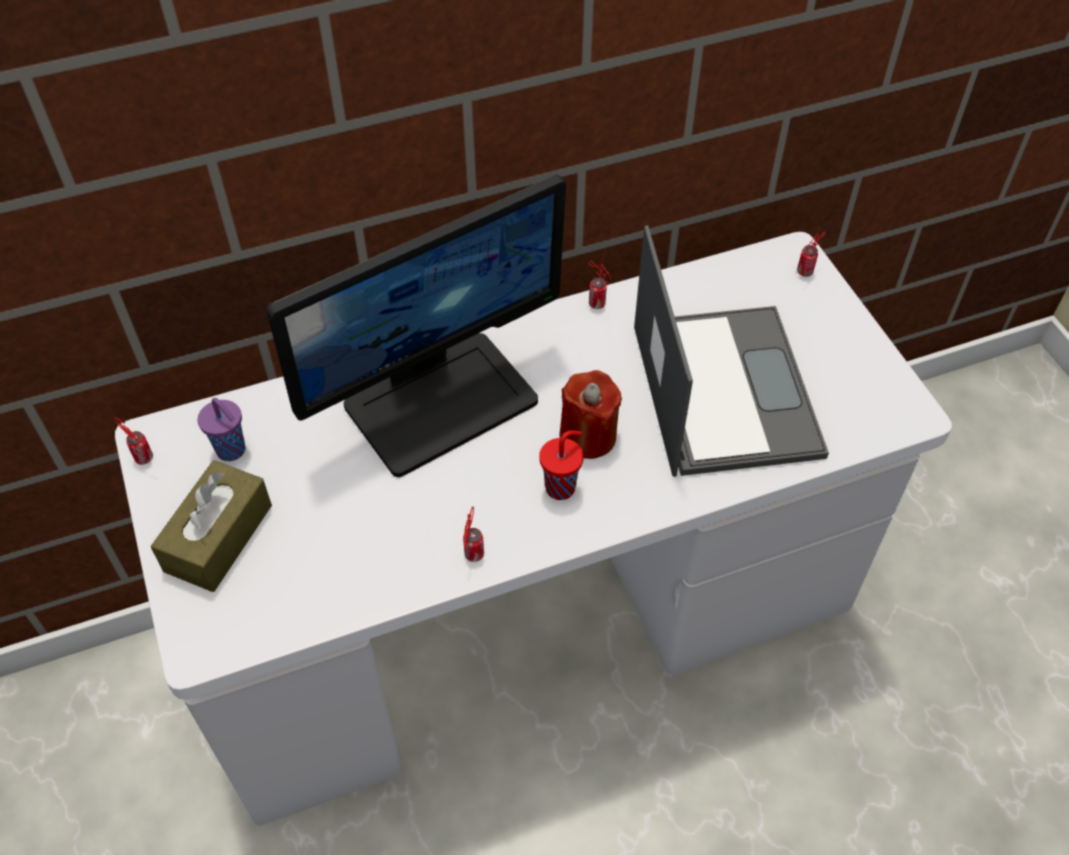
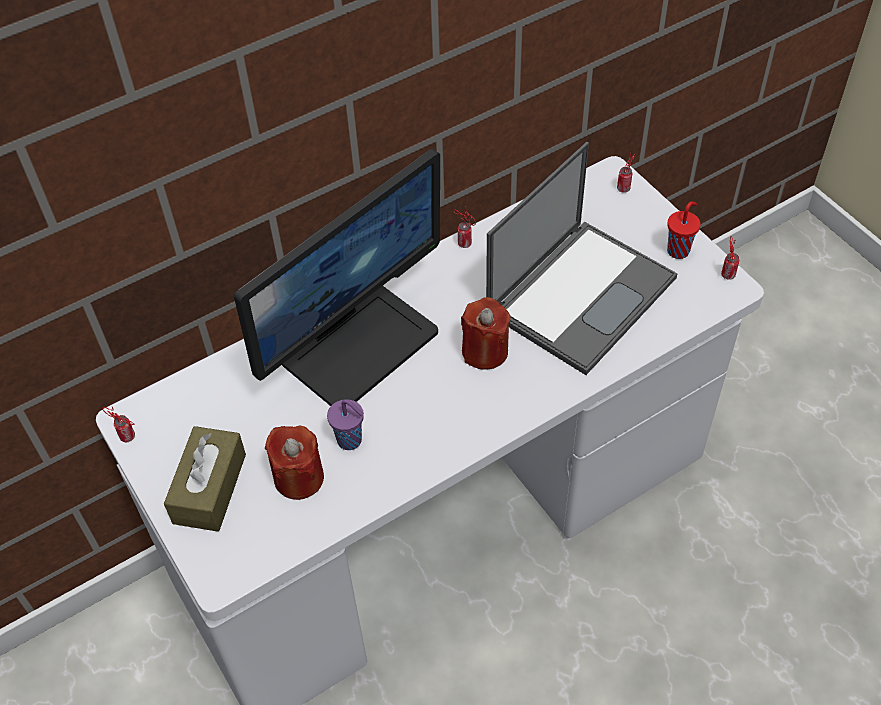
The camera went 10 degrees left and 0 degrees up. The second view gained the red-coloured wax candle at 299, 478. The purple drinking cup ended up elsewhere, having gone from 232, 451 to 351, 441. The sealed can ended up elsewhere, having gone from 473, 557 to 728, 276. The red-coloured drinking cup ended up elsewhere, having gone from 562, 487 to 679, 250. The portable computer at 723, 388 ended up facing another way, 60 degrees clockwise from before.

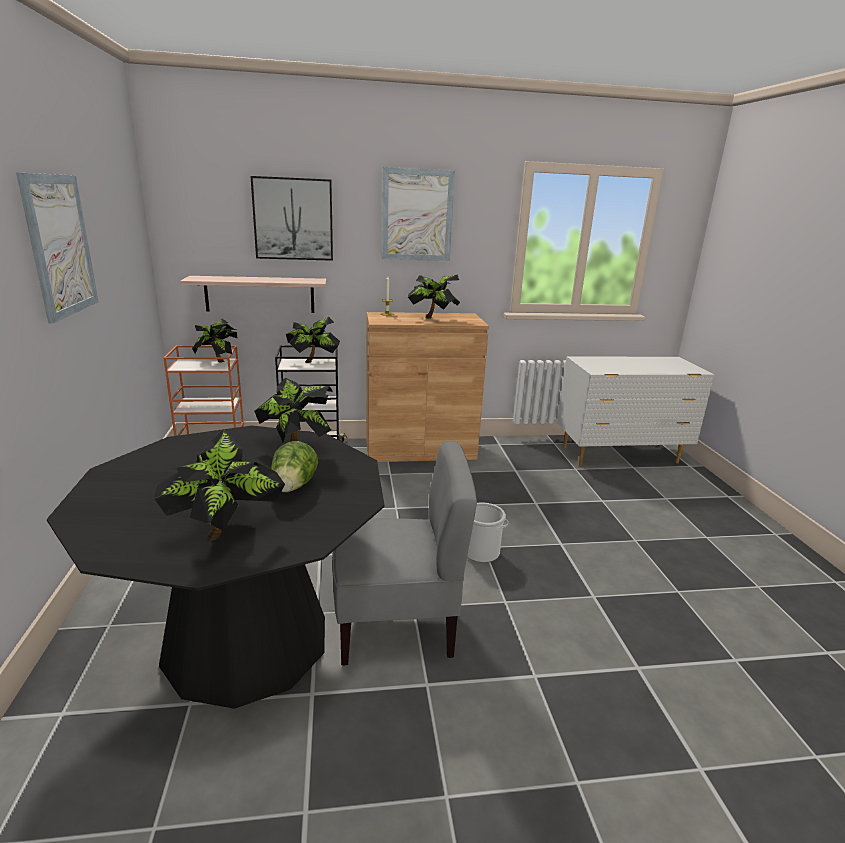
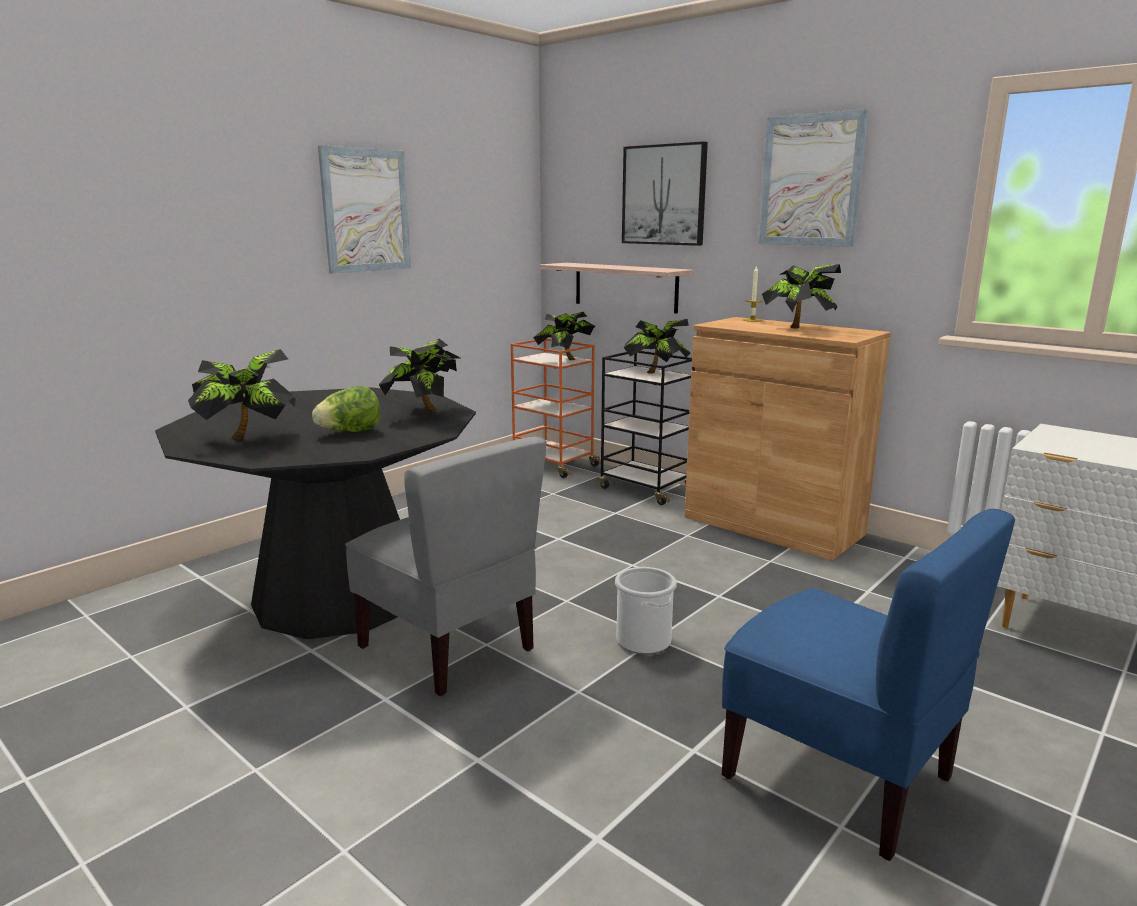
The camera went 50 degrees right and 5 degrees down. The second view gained the blue-coloured upright chair at 839, 776.

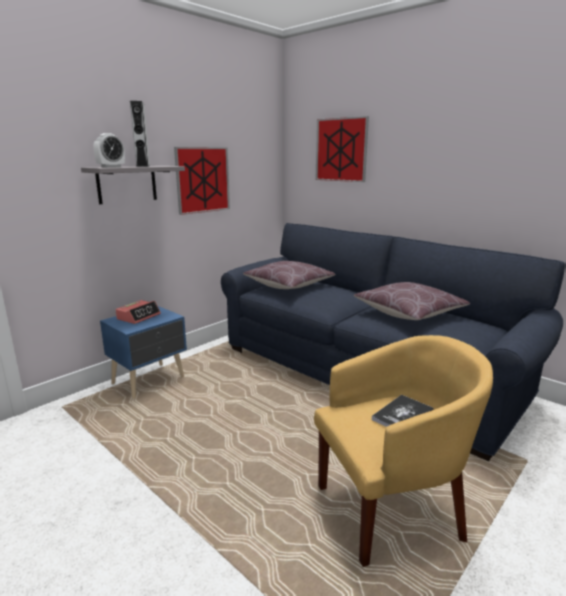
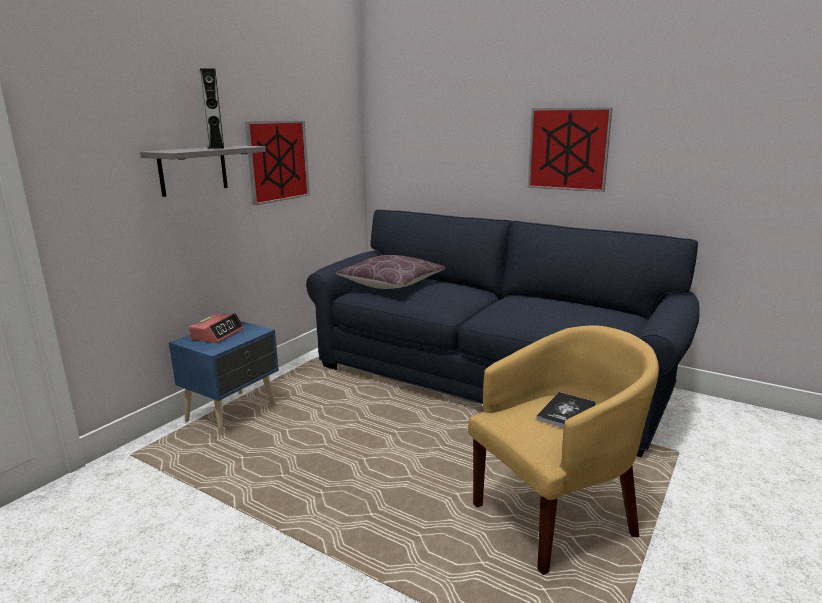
The camera went 10 degrees left and 0 degrees up. The second view lost the table clock at 111, 167. The second view lost the brownish cushion at 408, 313. The wall art ended up elsewhere, having gone from 341, 150 to 568, 149.

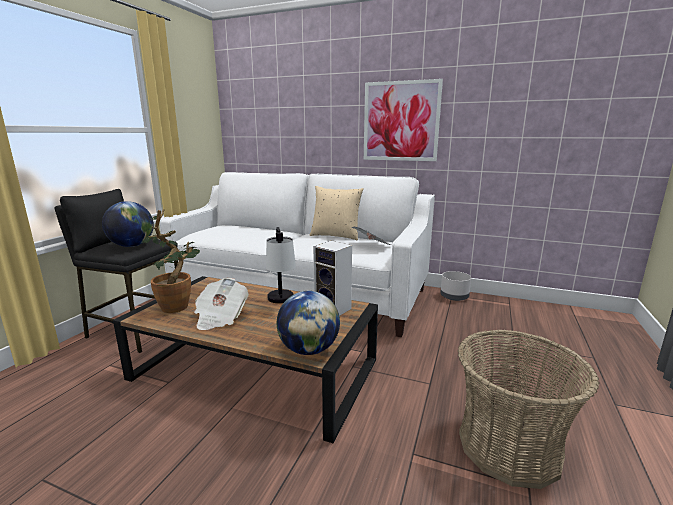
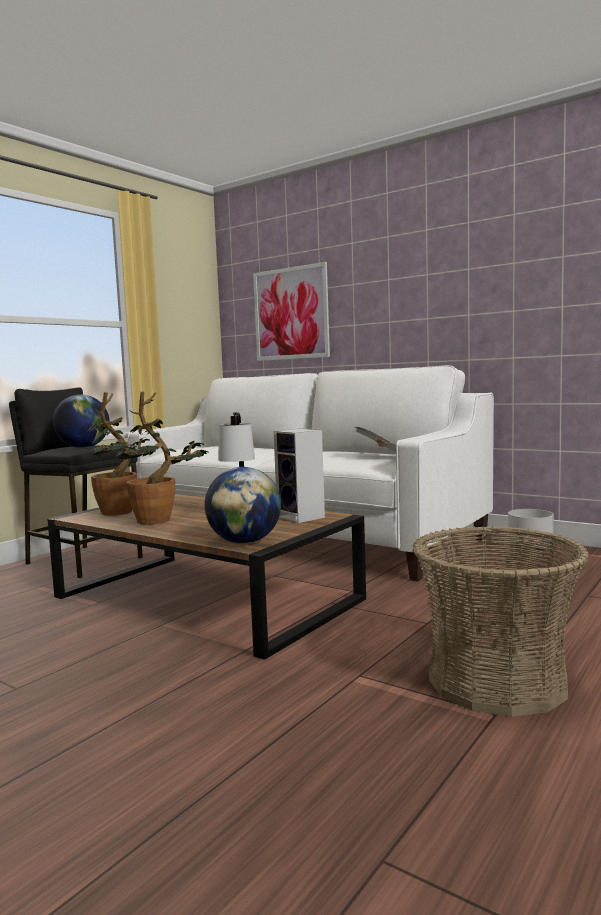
The camera went 15 degrees right and 10 degrees down. The second view lost the sand-coloured cushion at 336, 236. The wall art ended up elsewhere, having gone from 401, 121 to 291, 313. Where the daily paper stood at 220, 317, the potted plant came to stand at 162, 519.

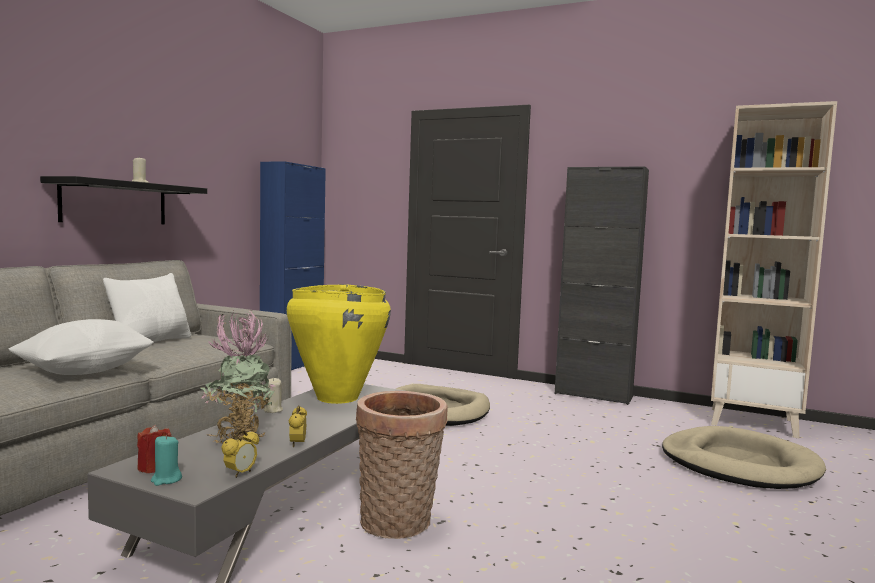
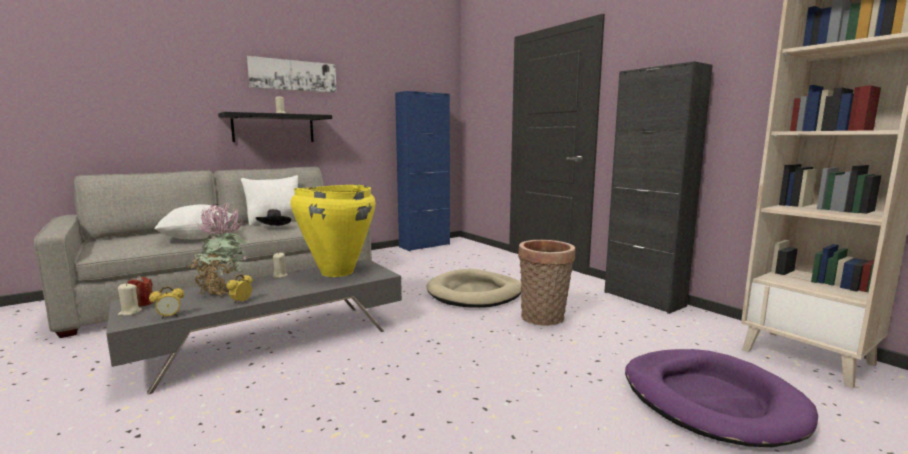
The camera went 30 degrees right and 5 degrees up. The second view gained the wall art at 293, 75. The second view gained the blackish wearable hat at 274, 228. The household basket ended up elsewhere, having gone from 398, 524 to 543, 319. What was the blue-green wax candle at 166, 480 turned into the sand-coloured wax candle at 130, 312. What was the sand-coloured dog bed at 738, 464 turned into the purple dog bed at 711, 400.

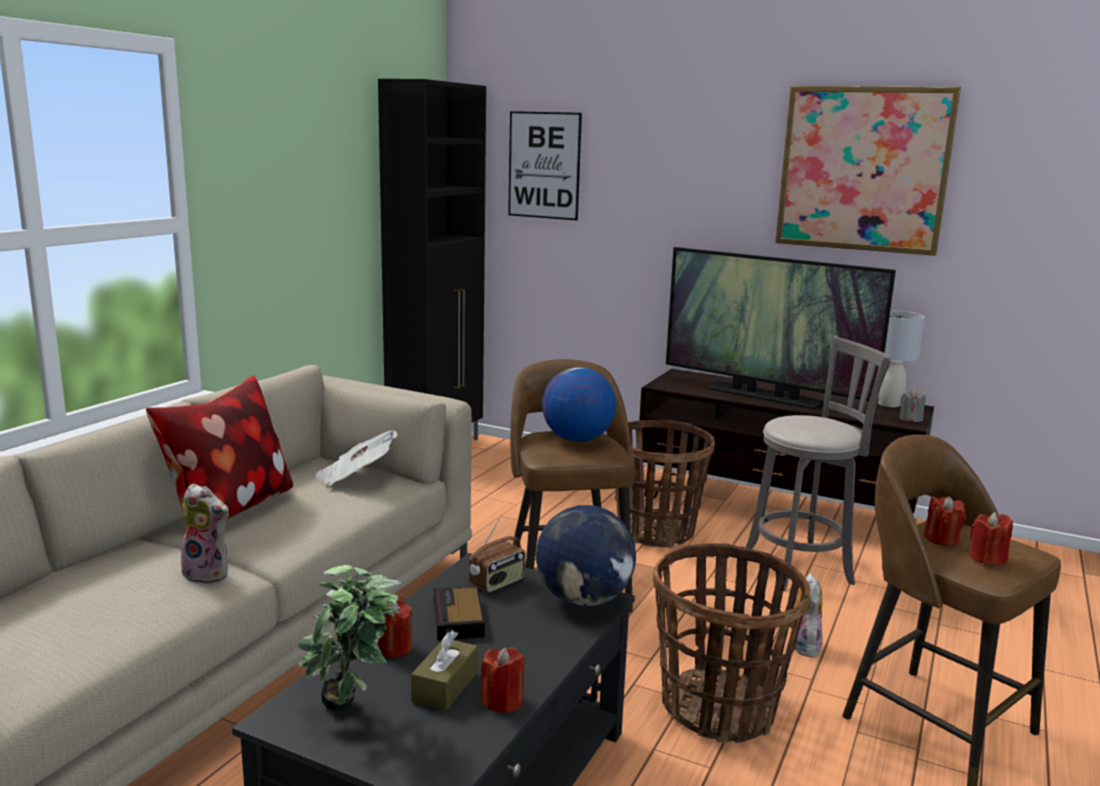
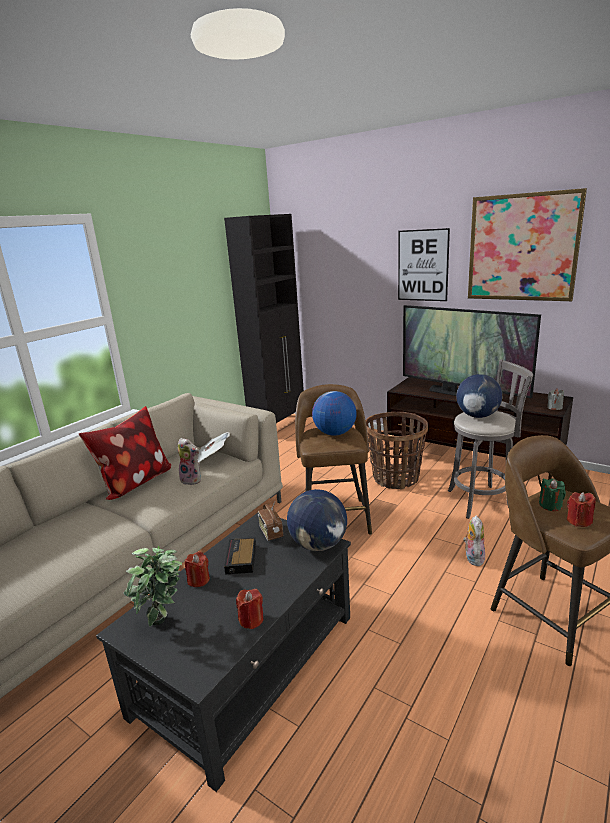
The camera went 10 degrees right and 5 degrees up. The second view lost the brownish tissue box at 445, 687. The second view lost the household basket at 719, 709. The second view lost the gray lamp for a table at 888, 404. The second view gained the world globe at 477, 416. The cuddly toy ended up elsewhere, having gone from 209, 573 to 192, 480. The wall art ended up elsewhere, having gone from 544, 165 to 423, 265. What was the red-coloured wax candle at 941, 539 turned into the green wax candle at 550, 505. The radio receiver at 497, 583 ended up facing another way, 105 degrees clockwise from before.

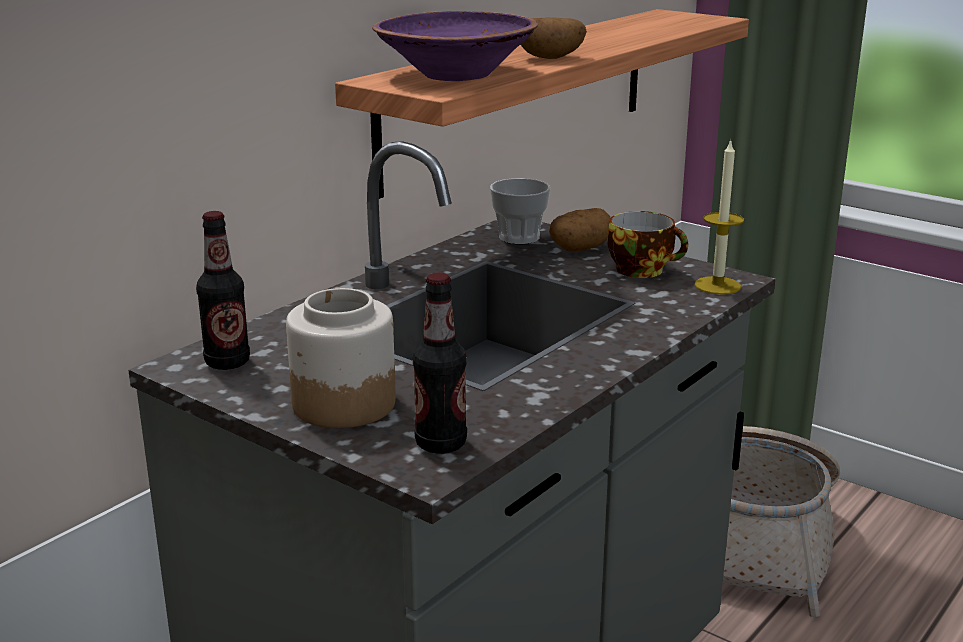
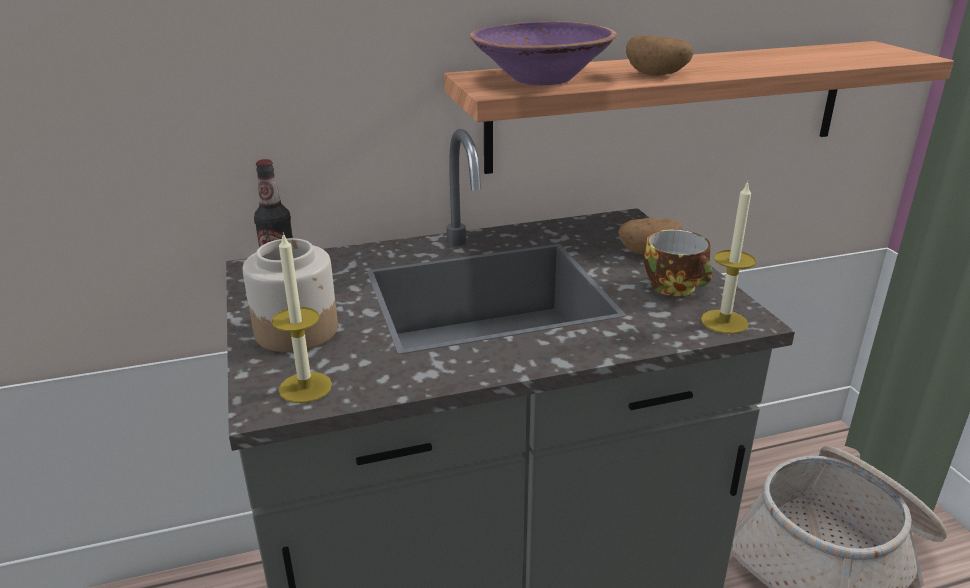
The camera went 35 degrees right and 5 degrees up. The second view lost the drinking cup at 519, 237. Where the bottle stood at 441, 444, the wax candle came to stand at 305, 387.

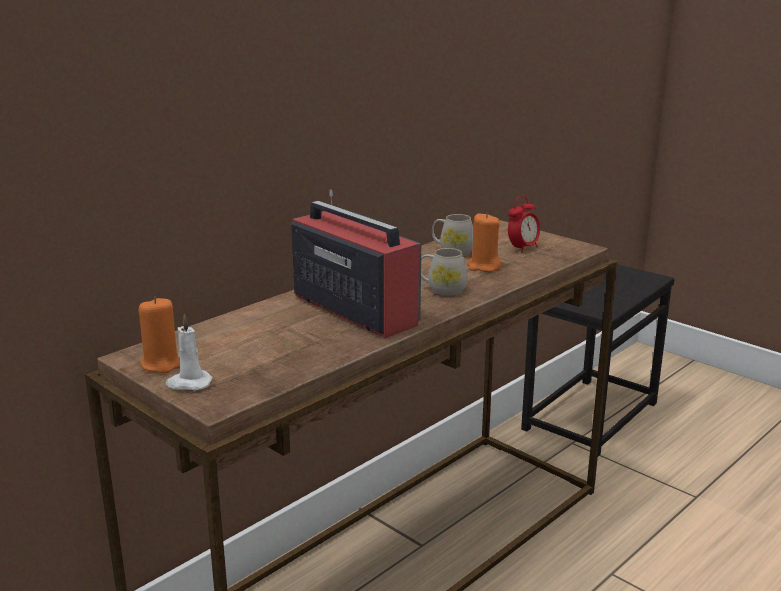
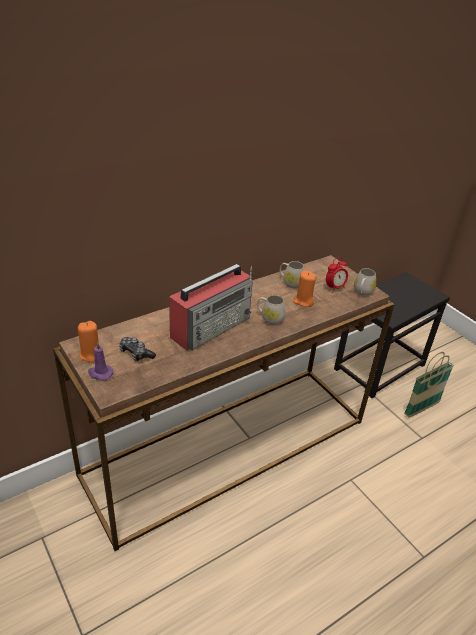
The camera went 10 degrees right and 15 degrees up. The second view gained the gamepad at 136, 353. The second view gained the white-coloured tea mug at 362, 292. The second view gained the household basket at 421, 409. What was the white-coloured wax candle at 188, 383 turned into the purple wax candle at 100, 373. The radio receiver at 354, 309 ended up facing another way, 75 degrees clockwise from before.

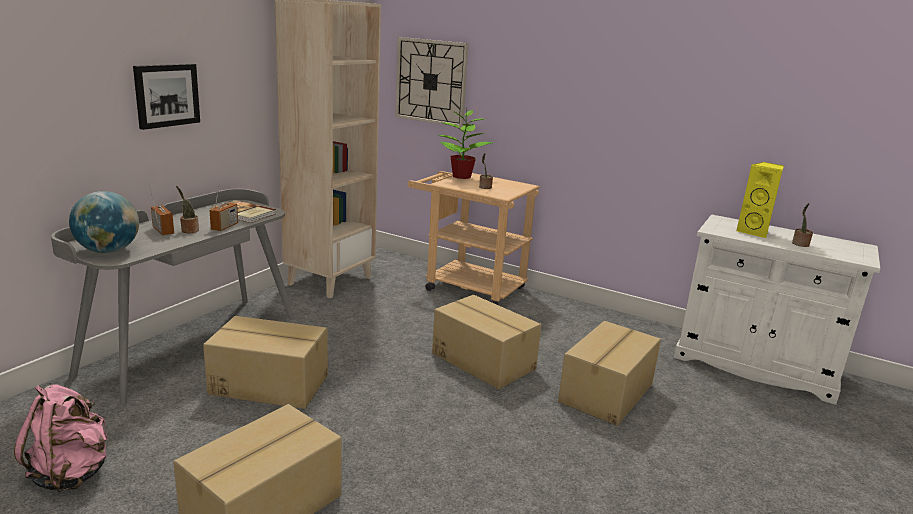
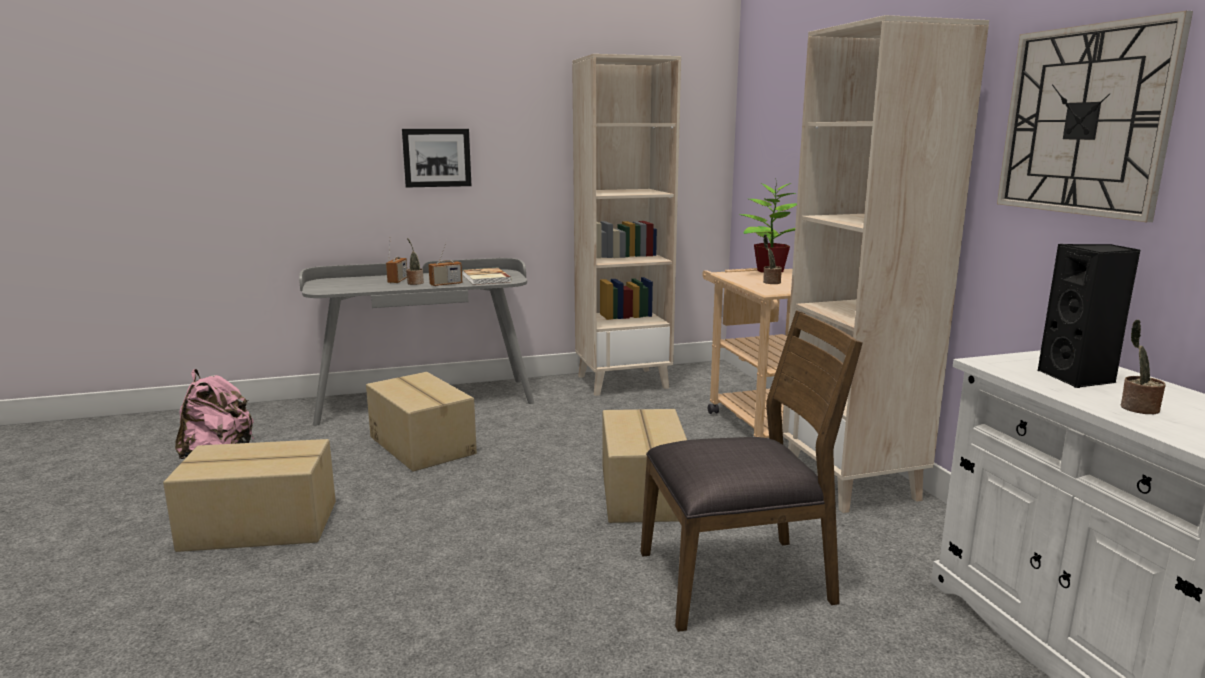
The camera went 45 degrees right and 5 degrees down. The second view lost the world globe at 108, 251. The second view gained the sand-coloured bookcase at 852, 483. The wall clock ended up elsewhere, having gone from 431, 81 to 1084, 121. Where the cardboard box stood at 607, 393, the brownish upright chair came to stand at 737, 579. What was the yellow audio speaker at 754, 232 turned into the blackish audio speaker at 1078, 378.

